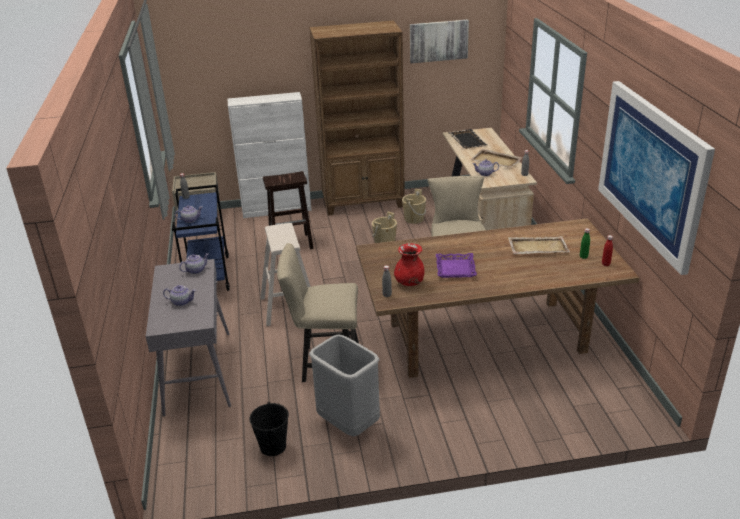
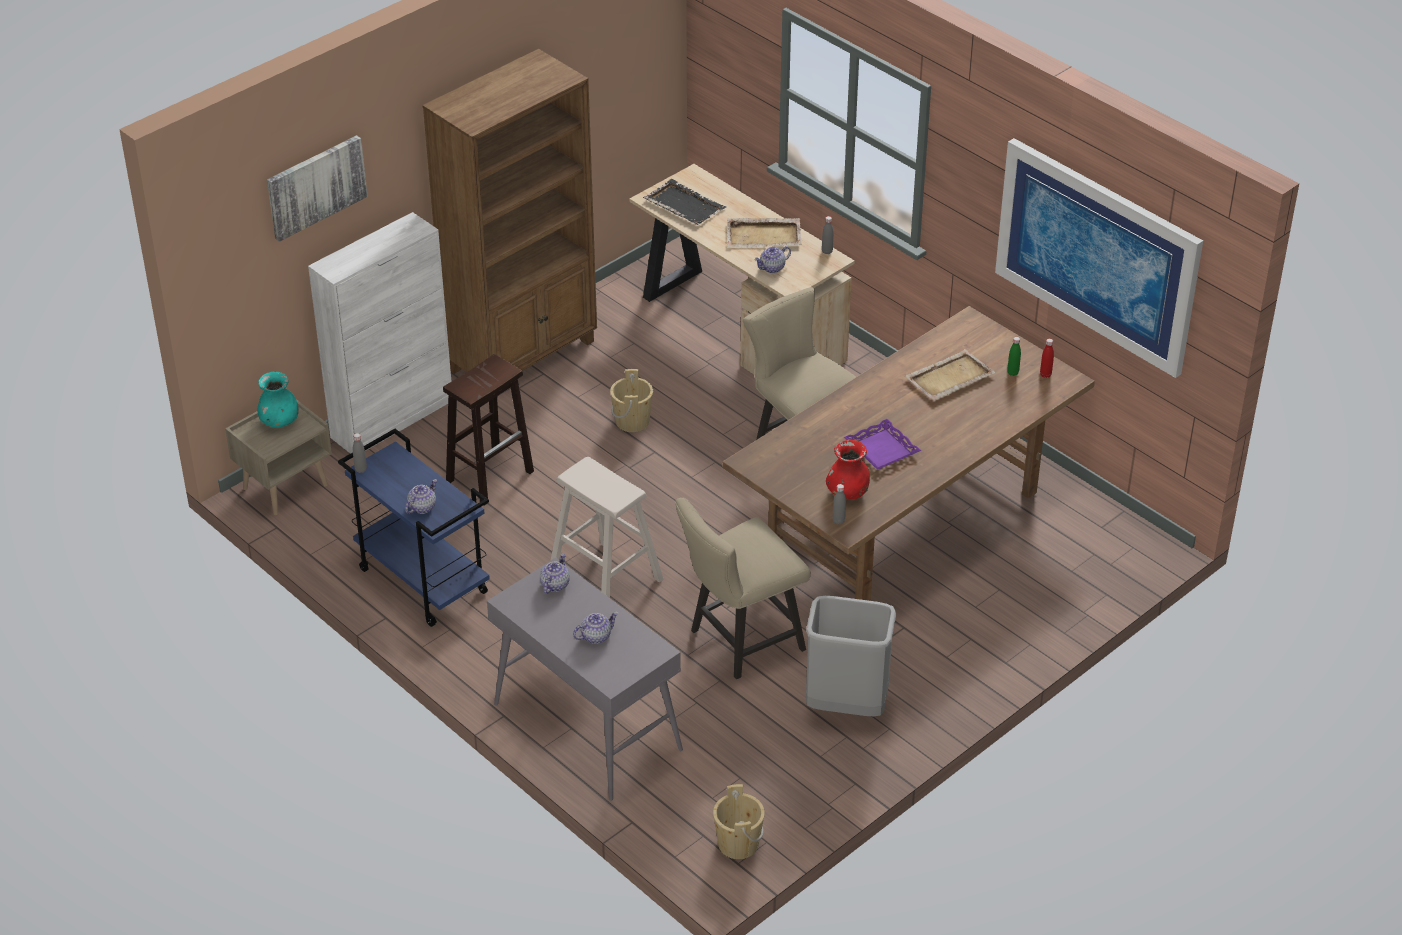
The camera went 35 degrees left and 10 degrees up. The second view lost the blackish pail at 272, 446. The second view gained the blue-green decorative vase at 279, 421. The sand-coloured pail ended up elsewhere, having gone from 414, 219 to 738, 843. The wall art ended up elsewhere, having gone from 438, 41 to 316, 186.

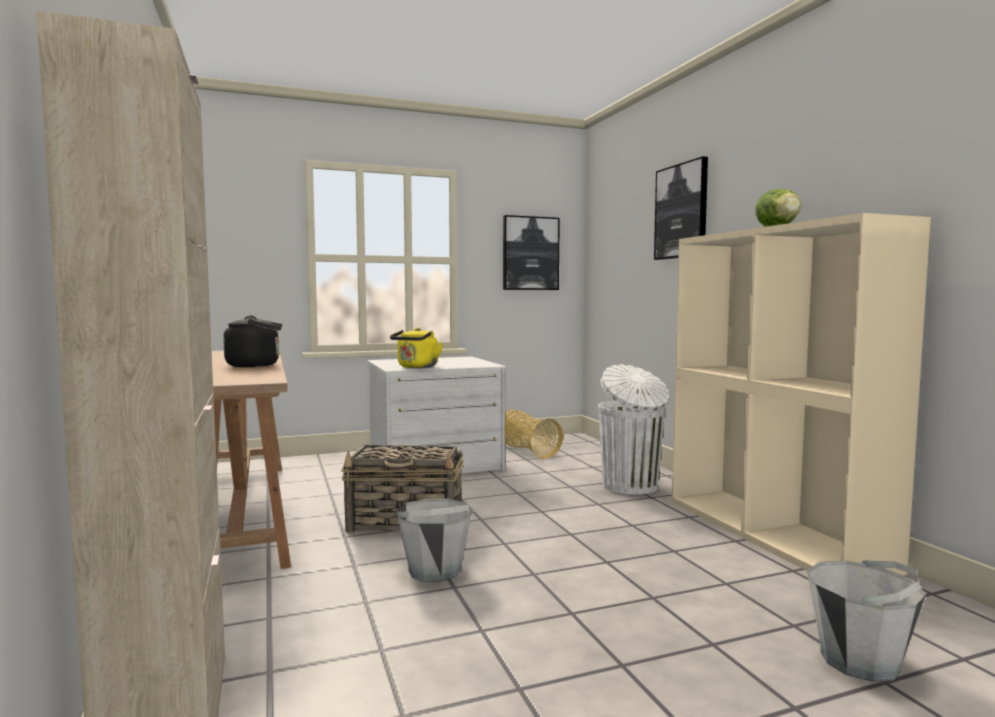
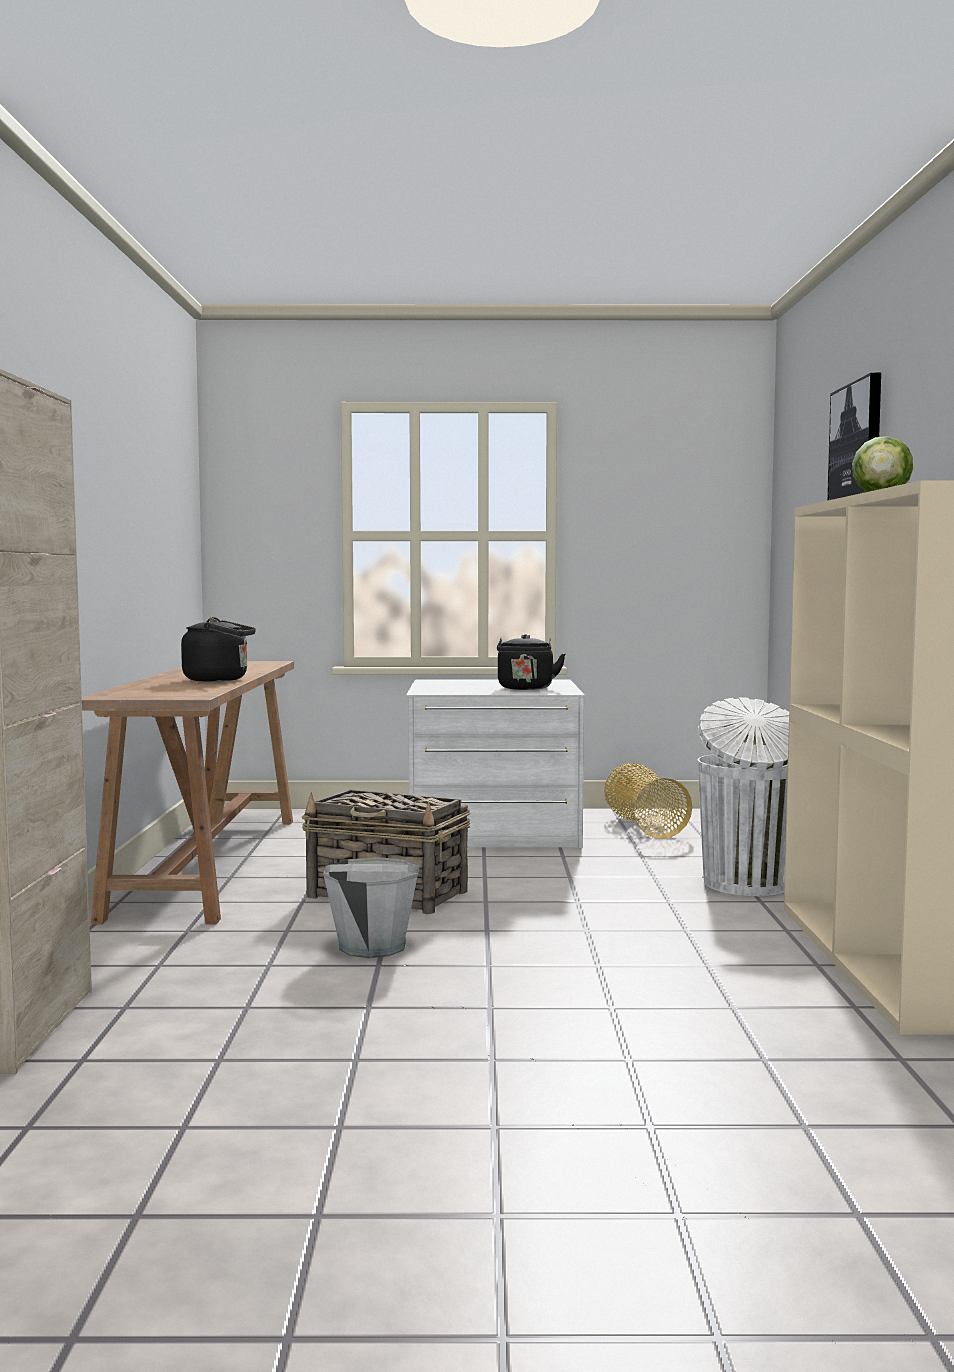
The camera went 20 degrees right and 0 degrees up. The second view lost the yellow water kettle at 416, 367. The second view lost the wall art at 530, 253. The second view lost the gray pail at 860, 661. The second view gained the blackish water kettle at 526, 689.

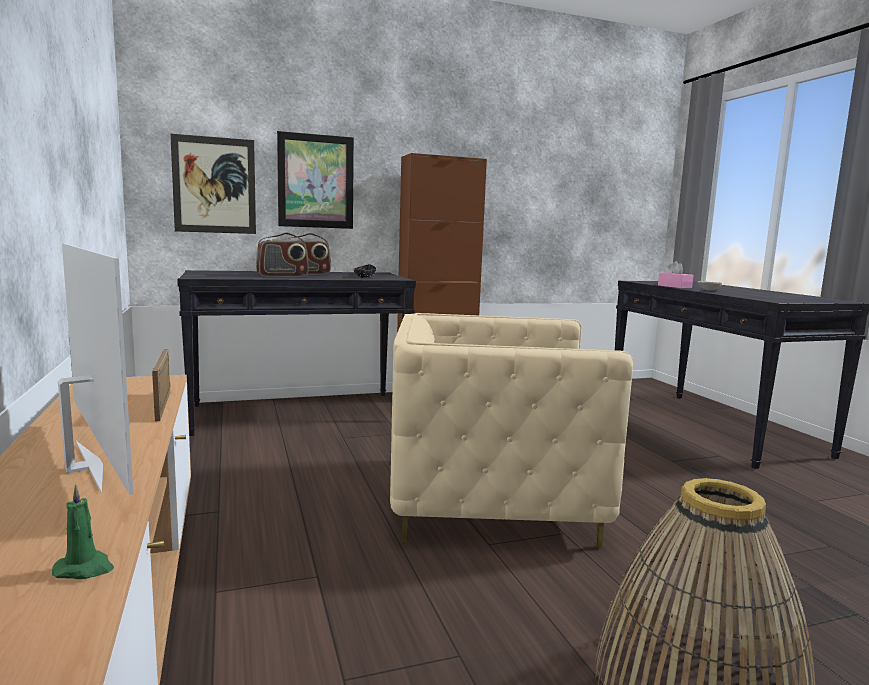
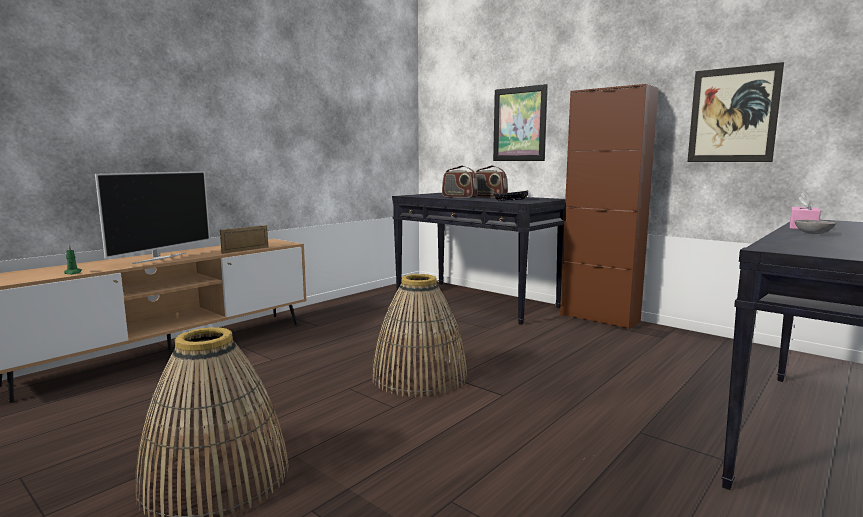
The camera went 60 degrees right and 0 degrees up. The wall art ended up elsewhere, having gone from 214, 185 to 733, 115. Where the sand-coloured easy chair stood at 492, 499, the household basket came to stand at 419, 376.

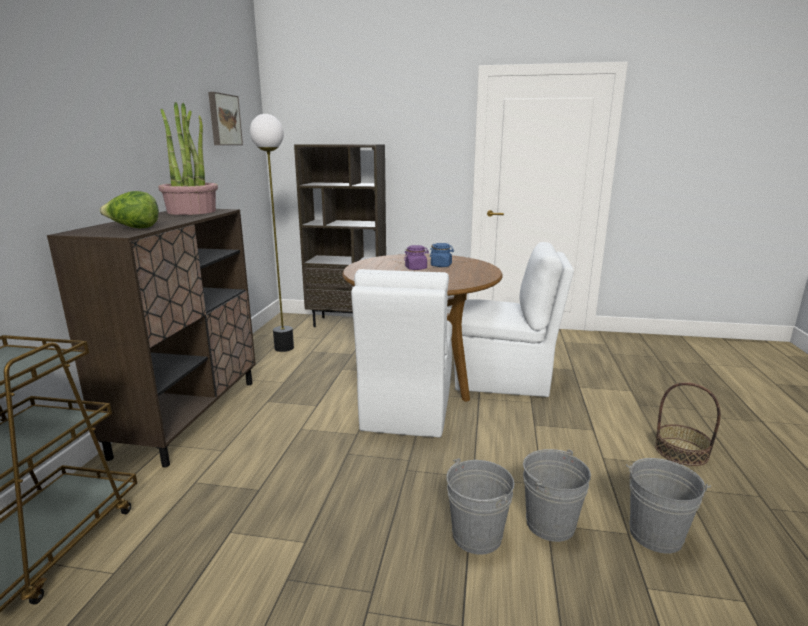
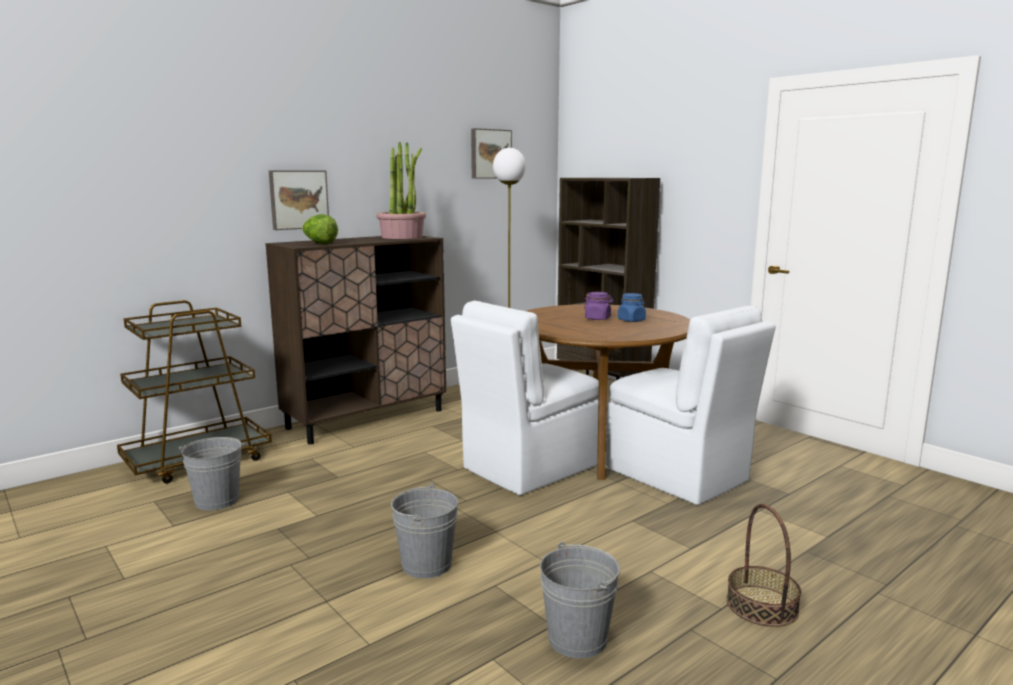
The camera went 40 degrees right and 5 degrees down. The second view gained the wall art at 298, 199. The gray pail ended up elsewhere, having gone from 550, 524 to 217, 500.

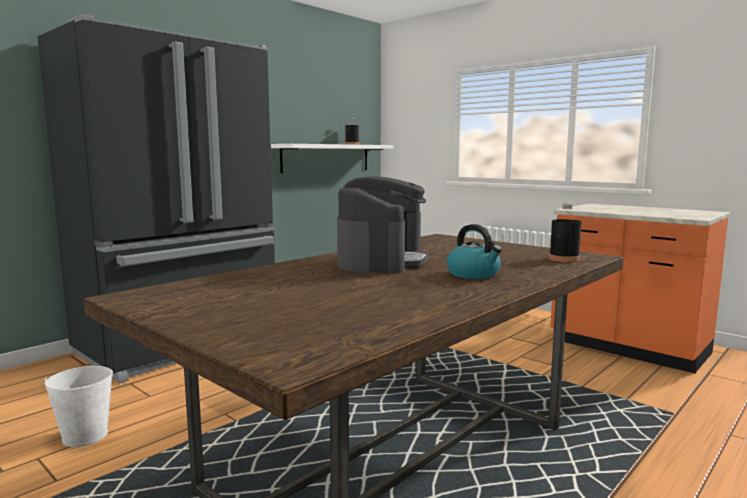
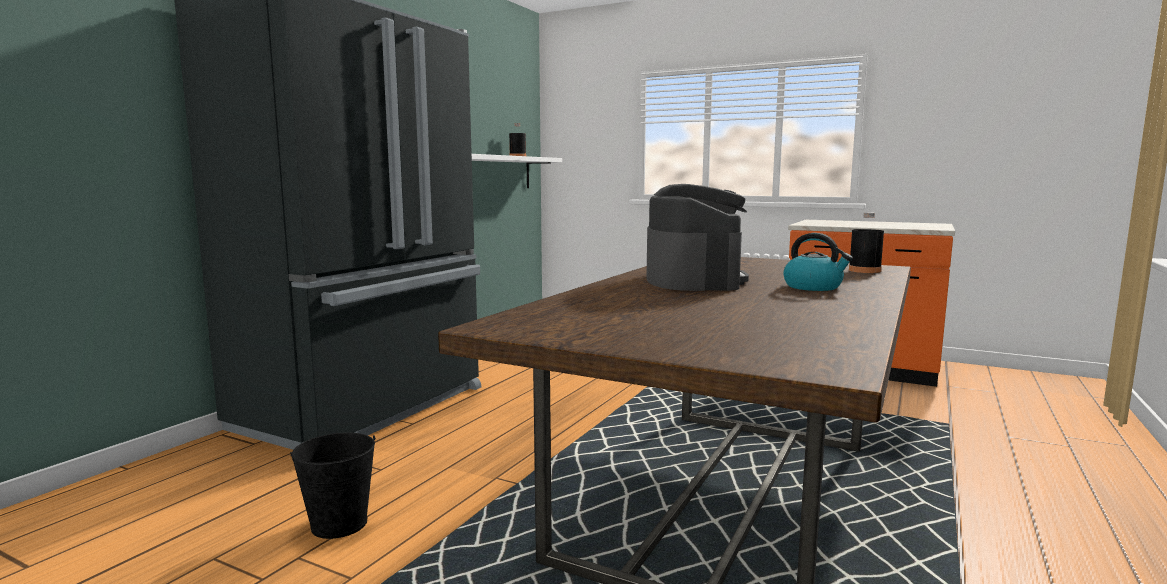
The camera went 15 degrees left and 0 degrees up. What was the white-coloured pail at 85, 436 turned into the blackish pail at 339, 524.

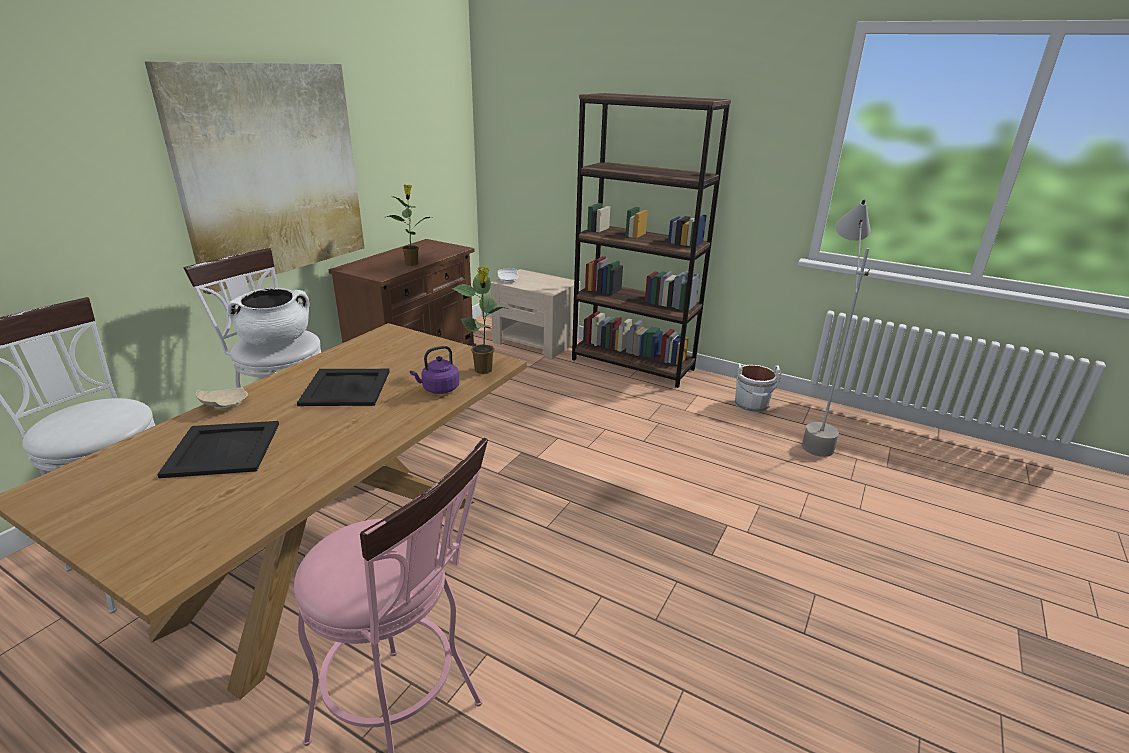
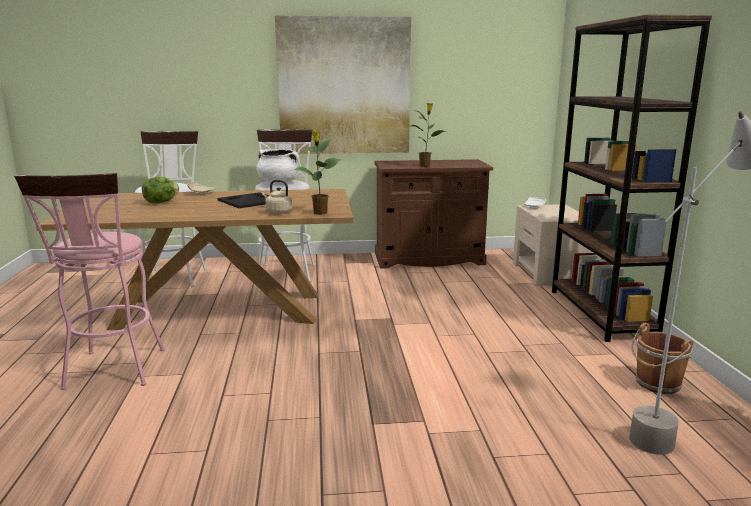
The camera went 55 degrees right and 10 degrees down. Where the blackish carrying tray stood at 222, 450, the head of lettuce came to stand at 161, 202. What was the purple water kettle at 439, 389 turned into the sand-coloured water kettle at 278, 212. What was the white-coloured pail at 751, 405 turned into the brownish pail at 657, 384.

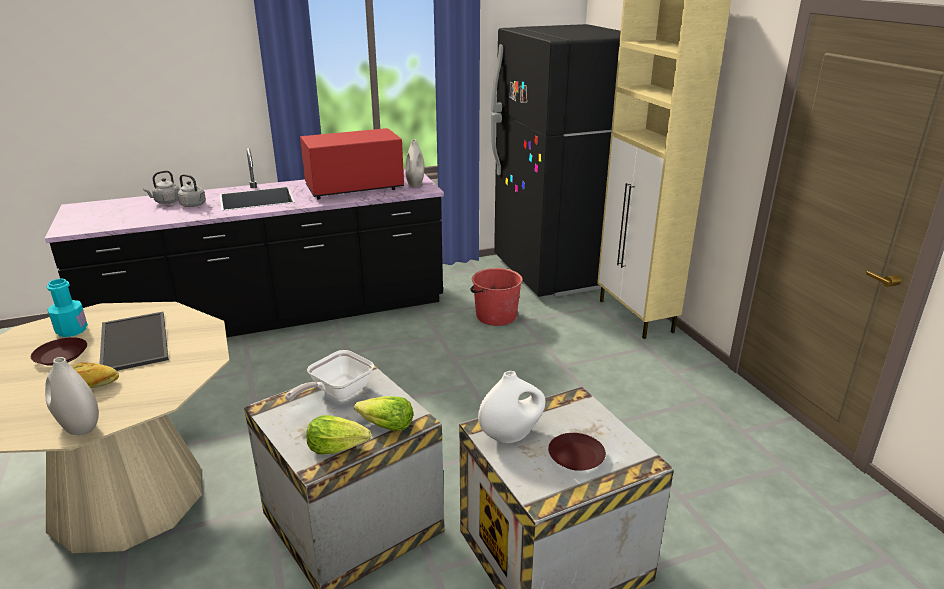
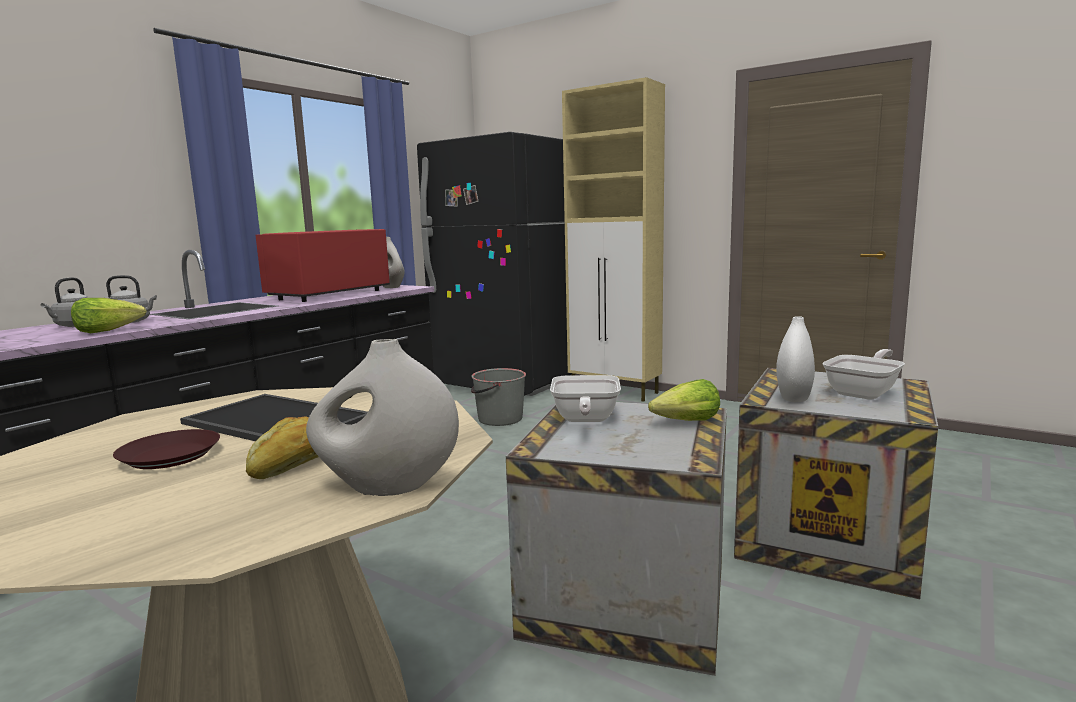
The camera went 35 degrees left and 15 degrees down. The second view lost the blue-green bottle at 72, 330. The head of lettuce ended up elsewhere, having gone from 337, 447 to 108, 331. Where the brownish plate stood at 576, 457, the frying pan came to stand at 864, 393. What was the red-coloured pail at 495, 316 turned into the gray pail at 499, 419.

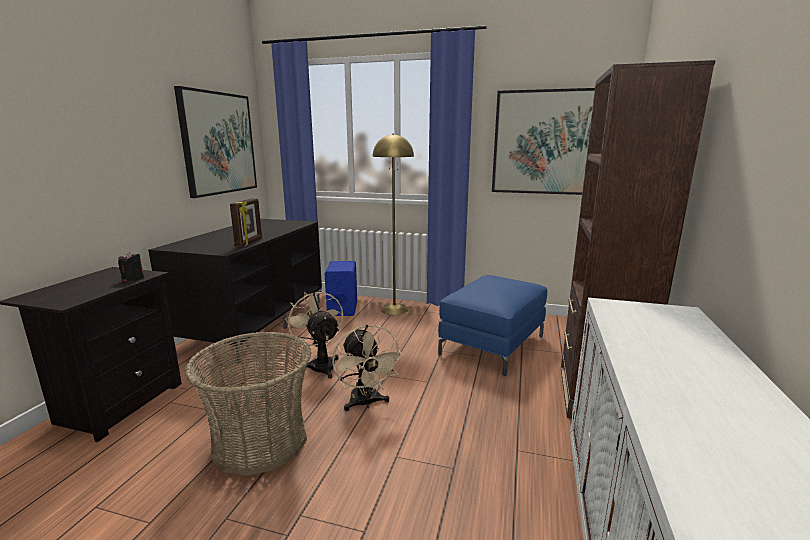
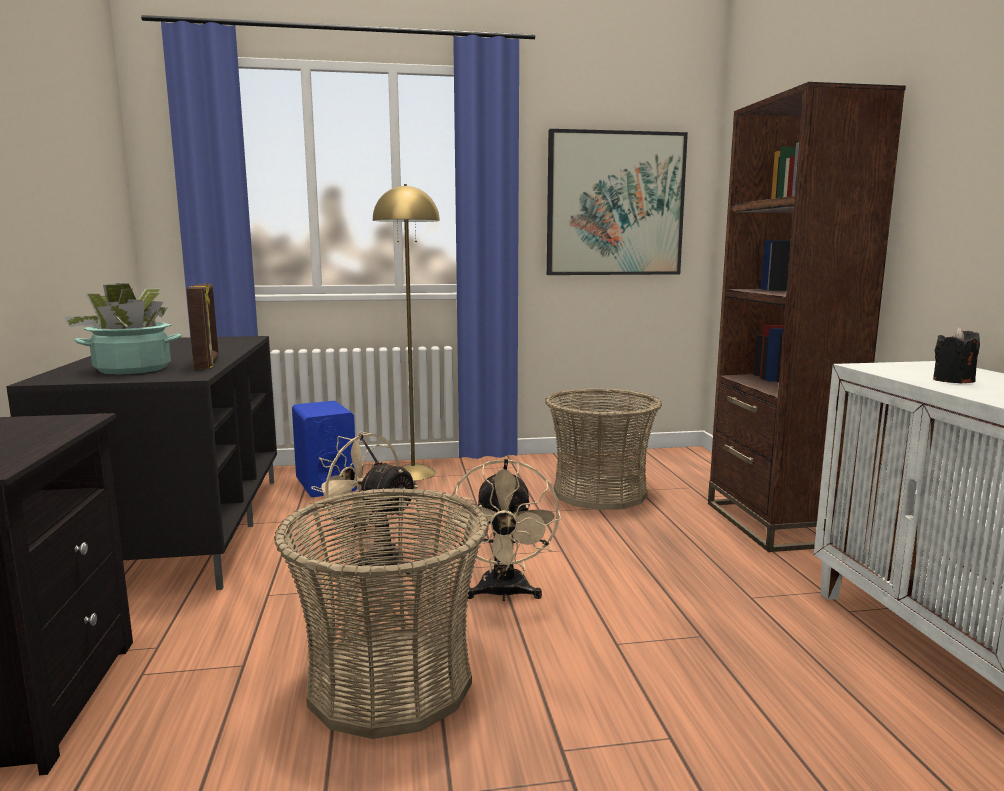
The camera went 25 degrees left and 5 degrees down. The second view lost the wall art at 218, 143. The second view gained the potted plant at 132, 369. The blackish wax candle ended up elsewhere, having gone from 133, 279 to 953, 380. Where the blue-coloured pouffe stood at 492, 344, the household basket came to stand at 599, 493. The sand-coloured electric fan at 366, 403 ended up facing another way, 45 degrees clockwise from before.

